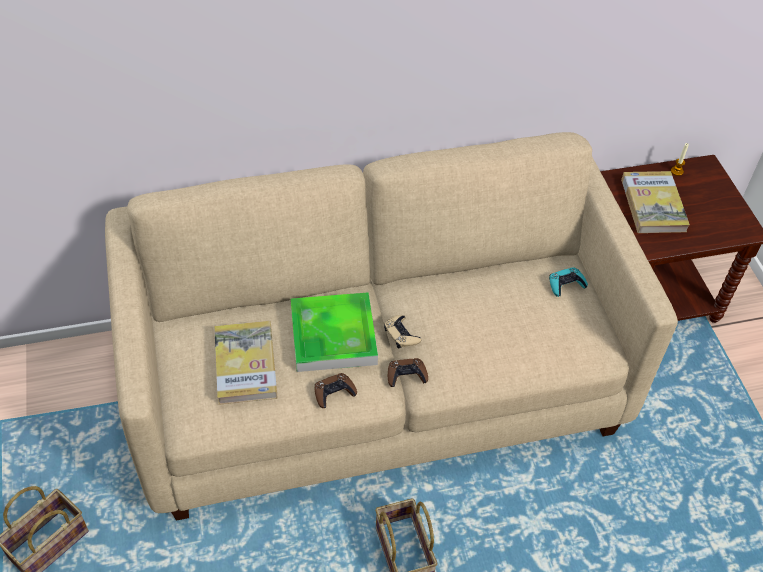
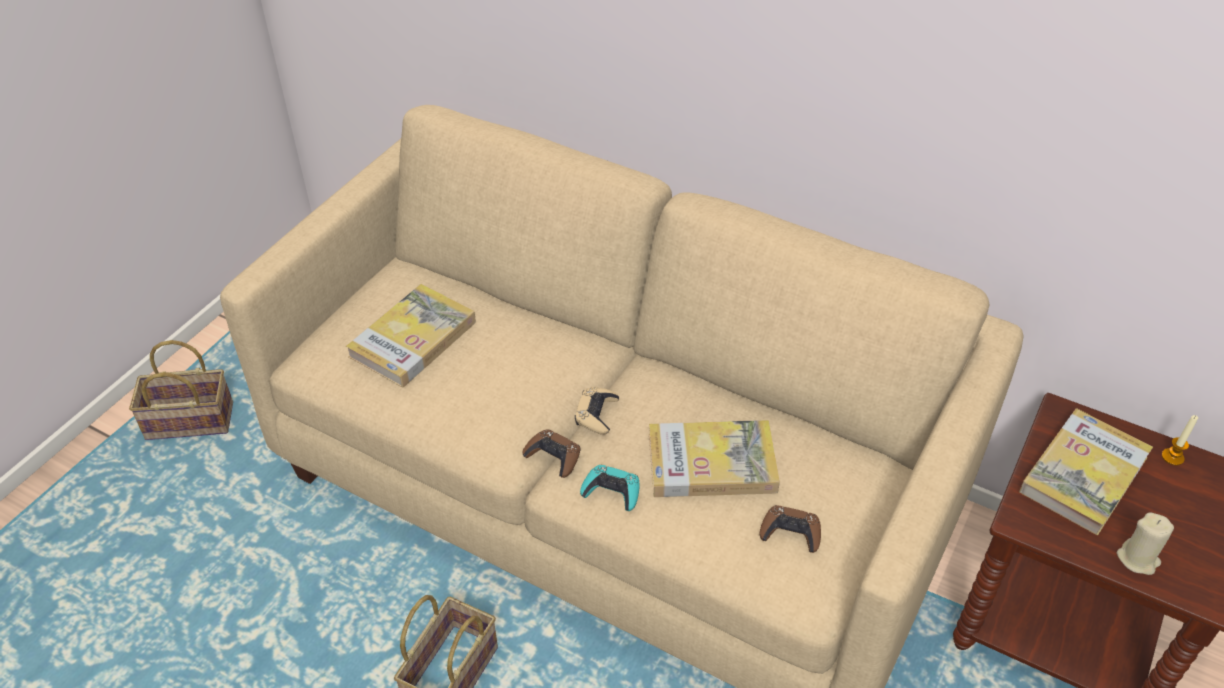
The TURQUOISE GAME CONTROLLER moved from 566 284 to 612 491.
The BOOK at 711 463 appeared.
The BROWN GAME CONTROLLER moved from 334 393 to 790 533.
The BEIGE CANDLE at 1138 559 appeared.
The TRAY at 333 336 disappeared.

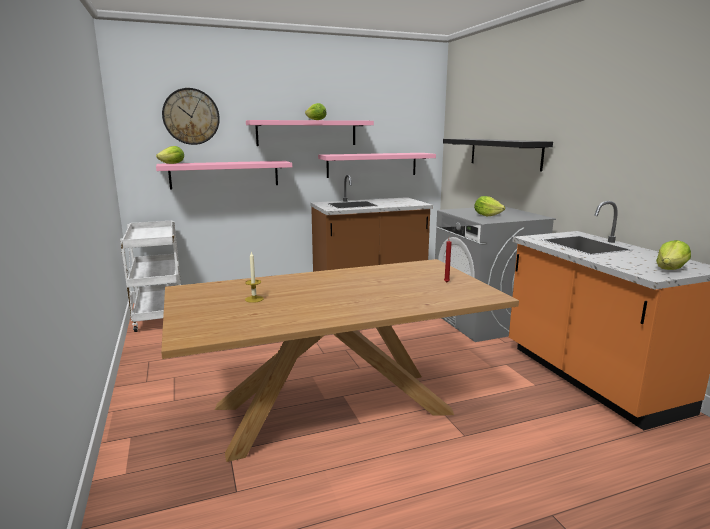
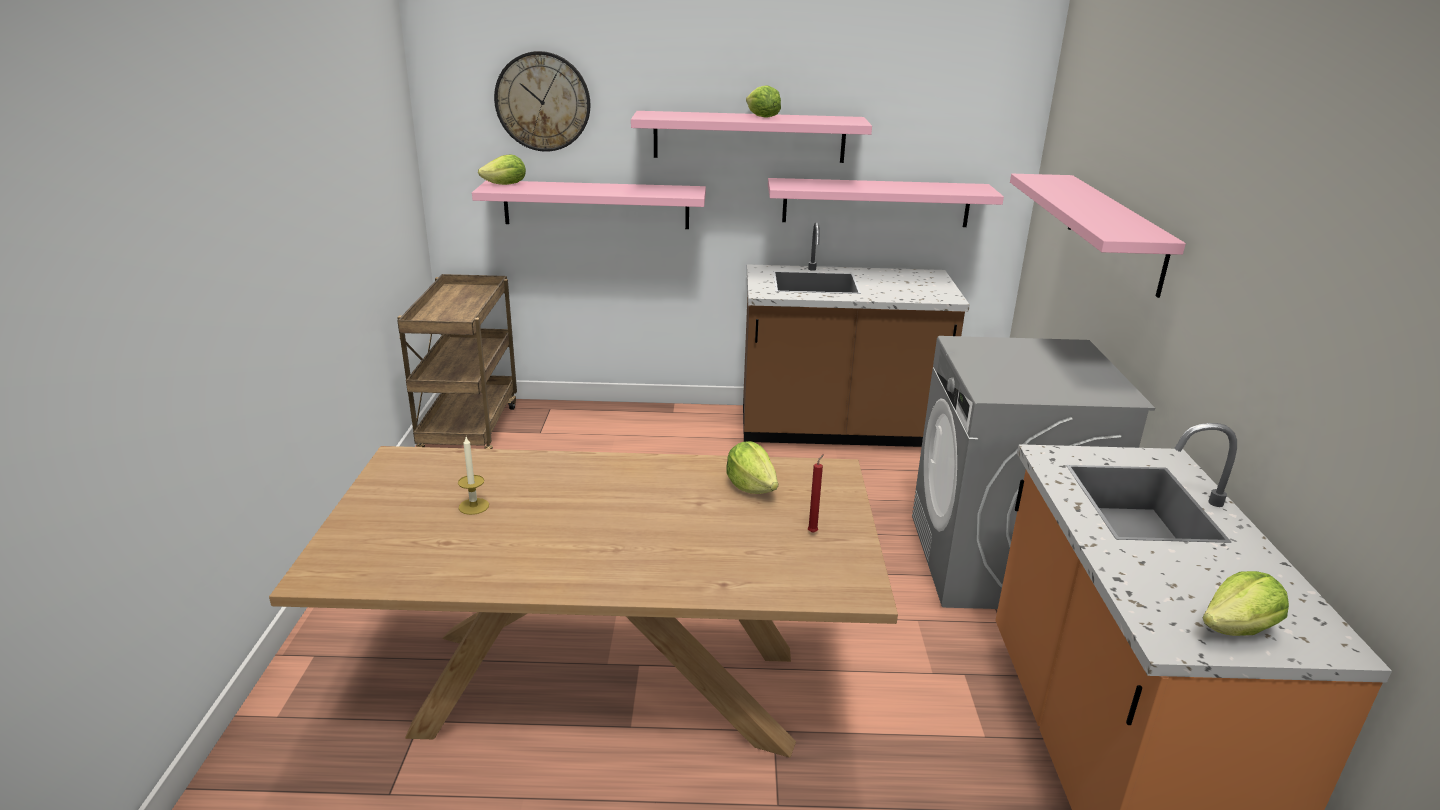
The WHITE CART at 158 315 became the BROWN CART at 469 429.
The LETTUCE moved from 487 215 to 751 486.
The BLACK SHELF at 504 153 became the PINK SHELF at 1115 232.

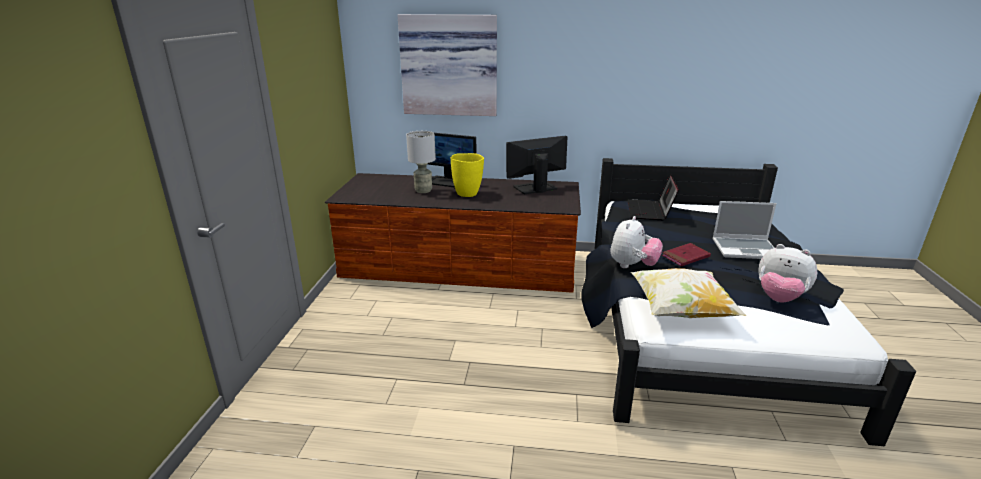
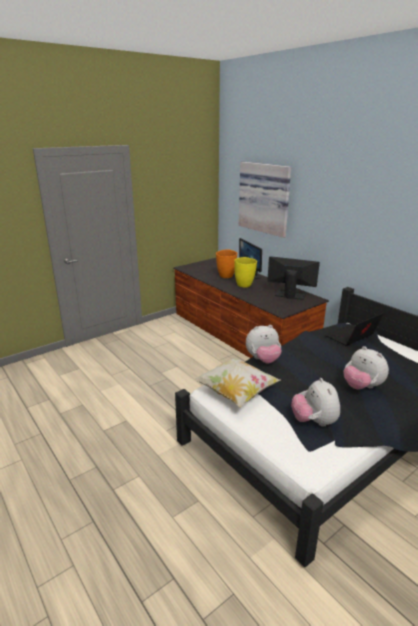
The GREY TABLE LAMP at 423 190 was replaced by the ORANGE VASE at 226 276.
The LAPTOP at 745 249 was replaced by the PLUSH TOY at 362 386.
The RED BOOK at 685 257 disappeared.

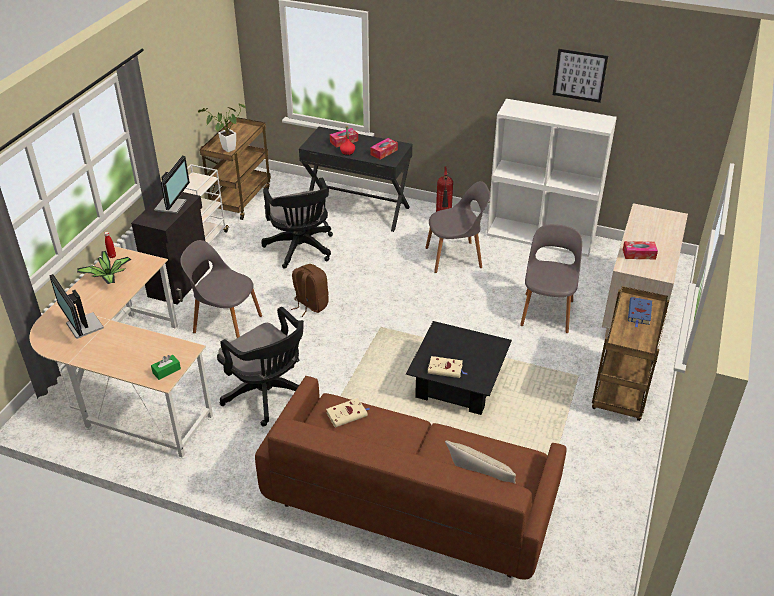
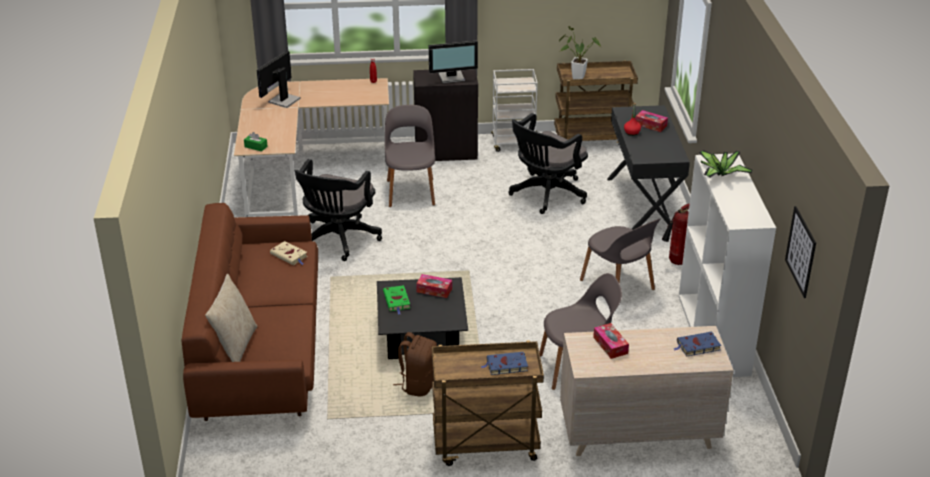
The BEIGE BOOK at 446 369 became the GREEN BOOK at 397 301.
The BROWN BACKPACK moved from 310 305 to 418 384.
The TISSUE BOX moved from 384 152 to 434 290.
The BLUE BOOK at 697 346 appeared.
The POTTED PLANT moved from 108 277 to 720 175.
The PICTURE moved from 579 75 to 800 251.

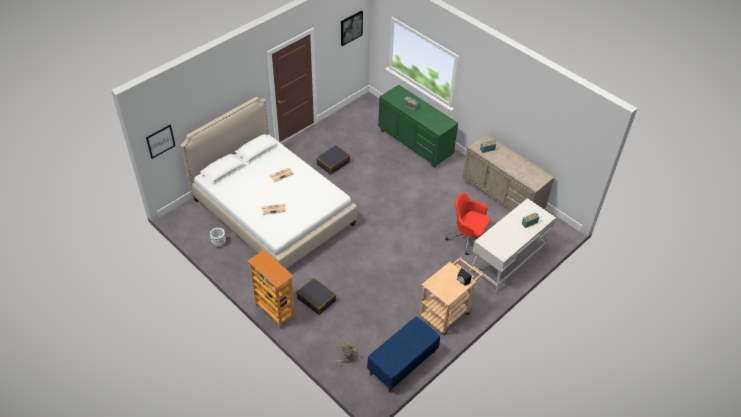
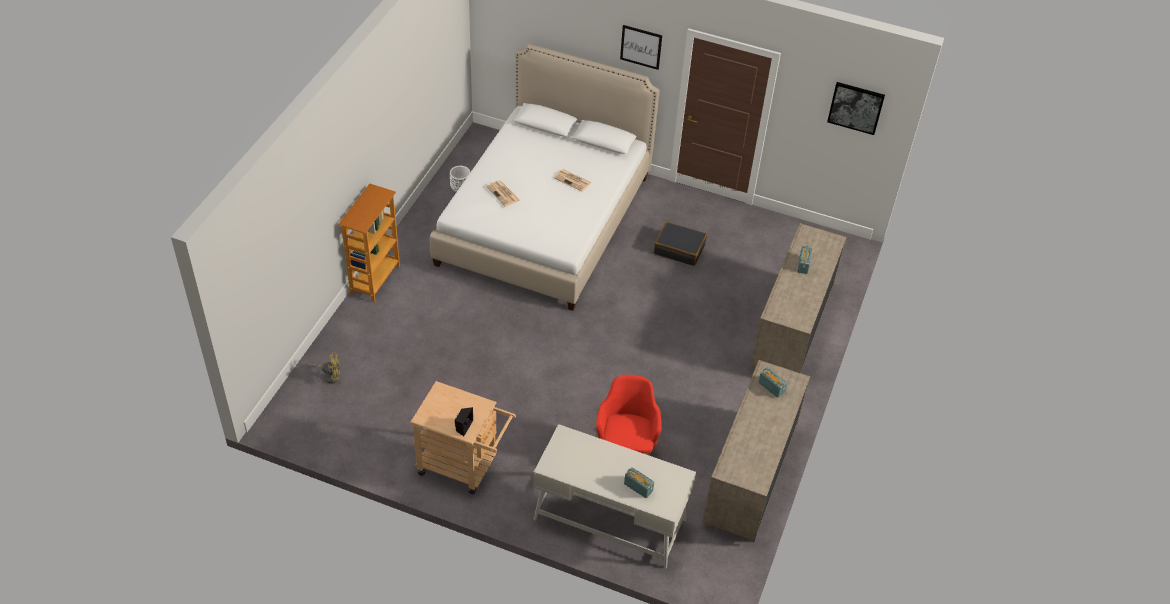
The PICTURE moved from 160 141 to 641 47.
The GREEN DRESSER at 415 143 became the BEIGE DRESSER at 791 330.
The BLACK SUITCASE at 316 299 disappeared.
The BLUE BENCH at 402 363 disappeared.

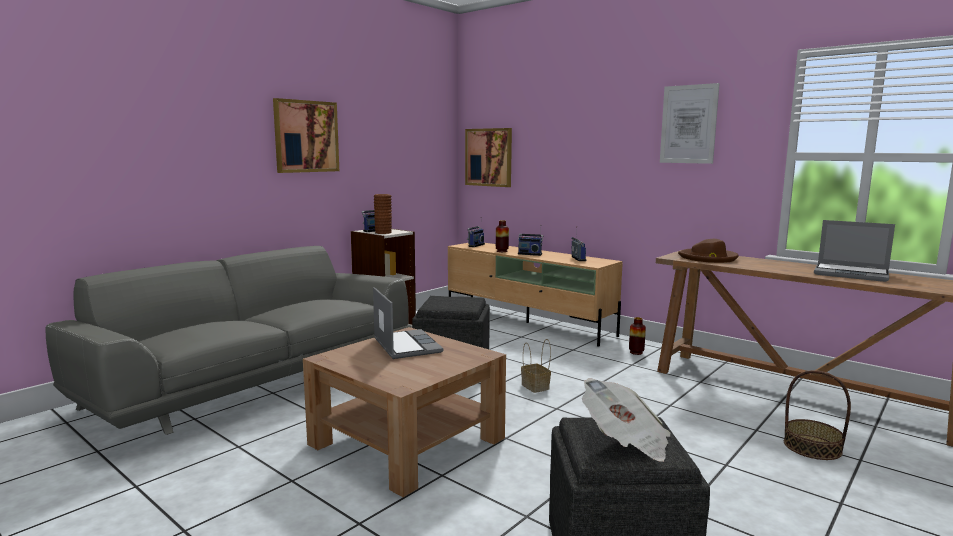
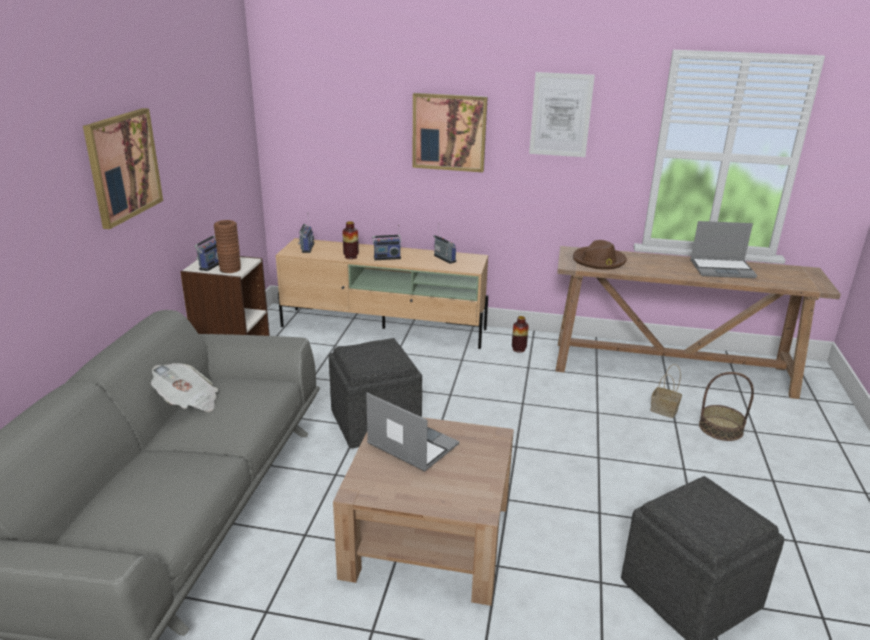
The NEWSPAPER moved from 626 441 to 188 402.
The PICTURE moved from 489 157 to 449 132.
The BASKET moved from 536 387 to 665 410.

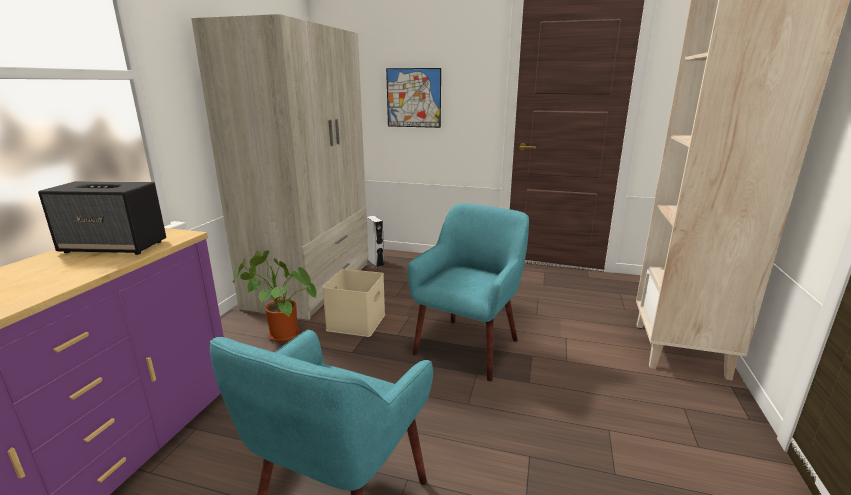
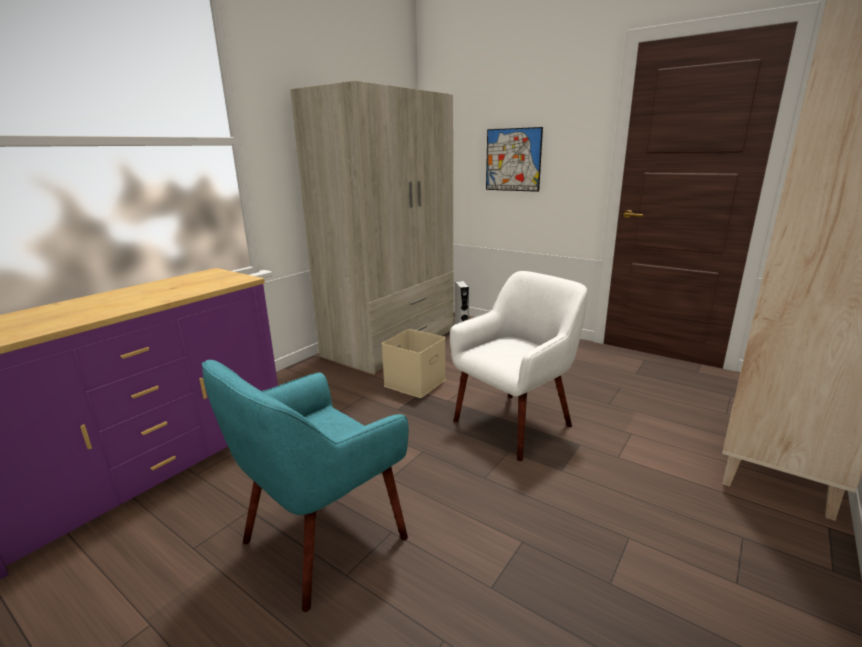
The TURQUOISE ARMCHAIR at 468 346 became the WHITE ARMCHAIR at 514 423.
The SPEAKER at 115 247 disappeared.
The POTTED PLANT at 280 335 disappeared.

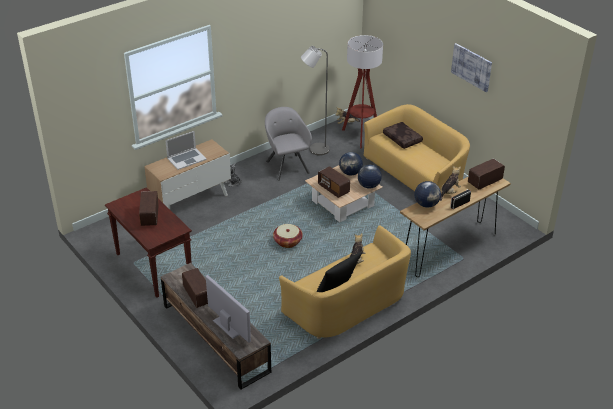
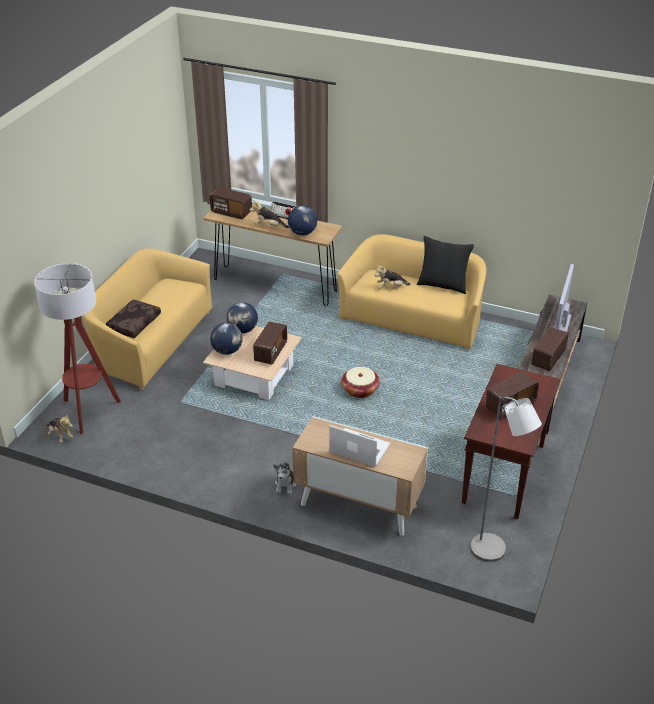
The GREY FLOOR LAMP moved from 315 150 to 493 552.
The GREY ARMCHAIR at 286 166 disappeared.
The PICTURE at 471 67 disappeared.

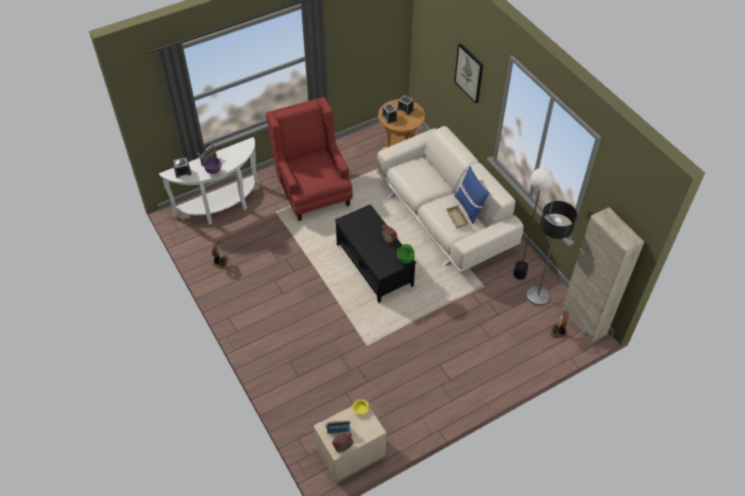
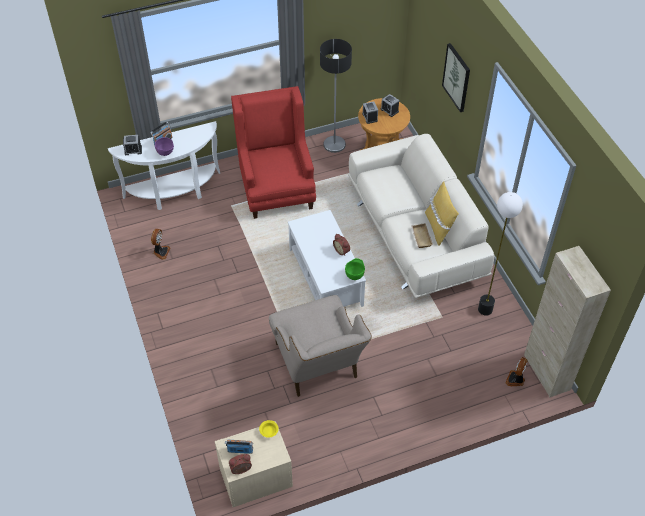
The BEIGE ARMCHAIR at 319 368 appeared.
The BLACK COFFEE TABLE at 375 264 became the WHITE COFFEE TABLE at 326 277.
The FLOOR LAMP moved from 537 295 to 334 144.
The BLUE PILLOW at 469 207 became the YELLOW PILLOW at 438 227.

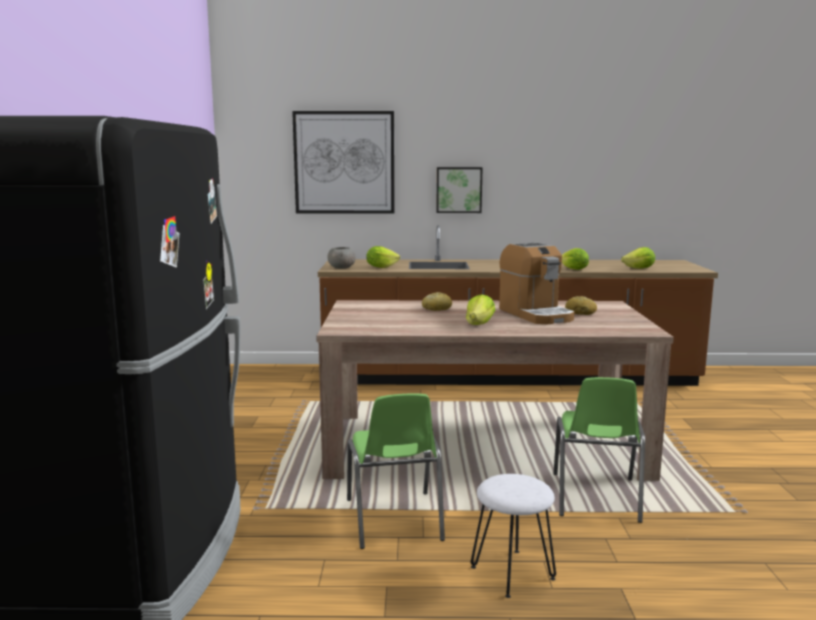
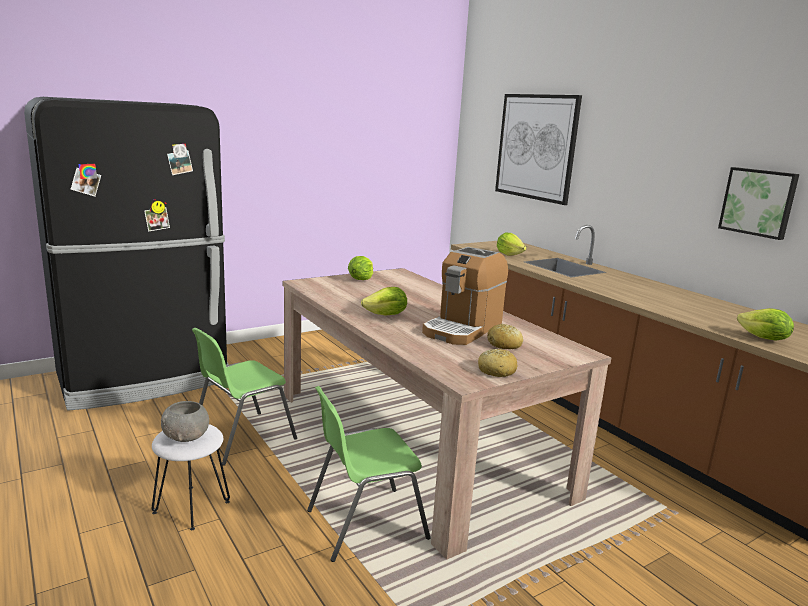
The GREY BOWL moved from 341 268 to 186 437.
The LETTUCE moved from 574 269 to 361 279.
The BREAD moved from 436 308 to 496 371.
The PICTURE moved from 459 190 to 758 202.

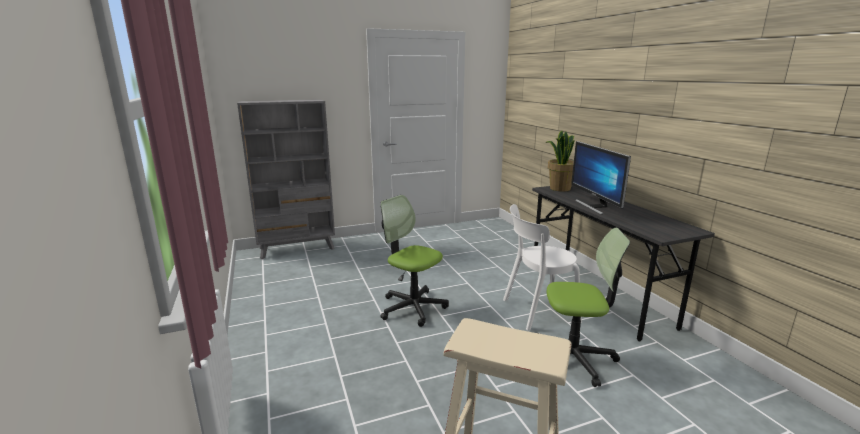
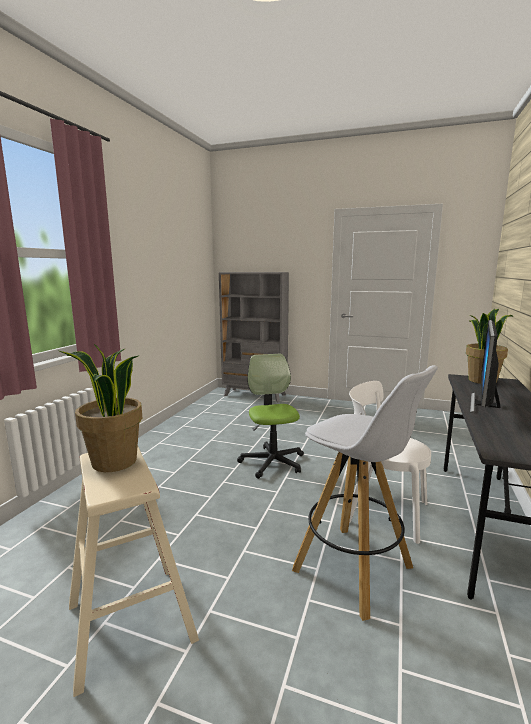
The POTTED PLANT at 114 462 appeared.
The OFFICE CHAIR at 574 358 was replaced by the WHITE STOOL at 355 569.

